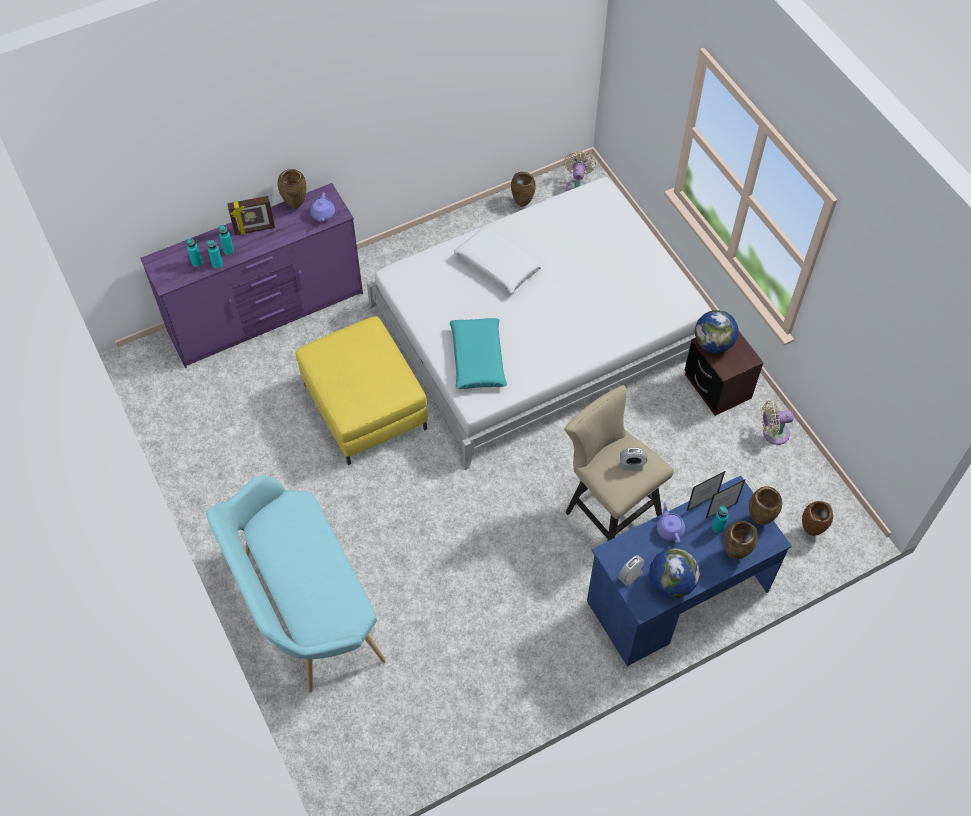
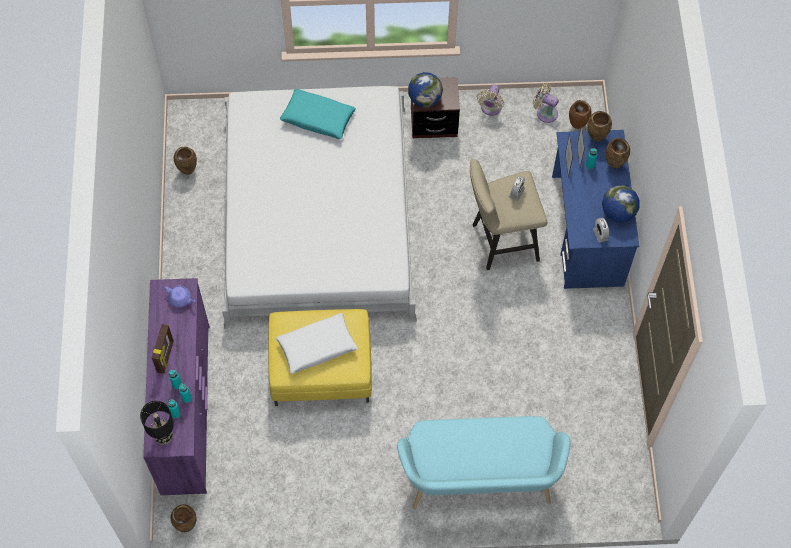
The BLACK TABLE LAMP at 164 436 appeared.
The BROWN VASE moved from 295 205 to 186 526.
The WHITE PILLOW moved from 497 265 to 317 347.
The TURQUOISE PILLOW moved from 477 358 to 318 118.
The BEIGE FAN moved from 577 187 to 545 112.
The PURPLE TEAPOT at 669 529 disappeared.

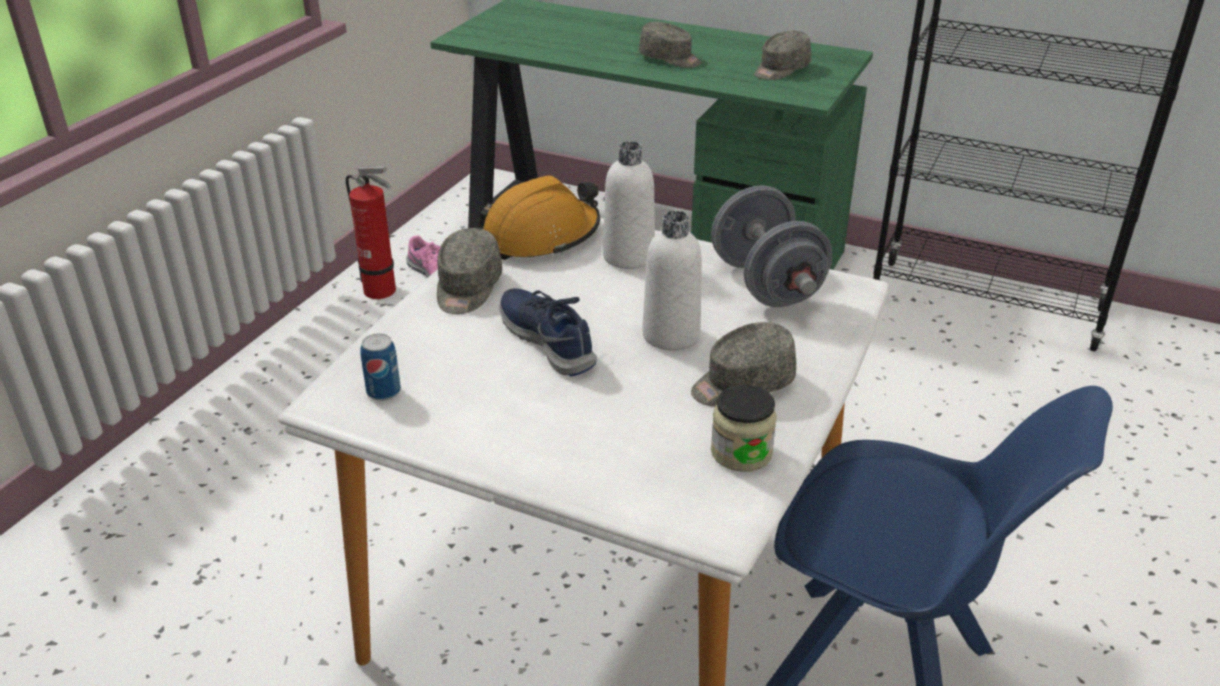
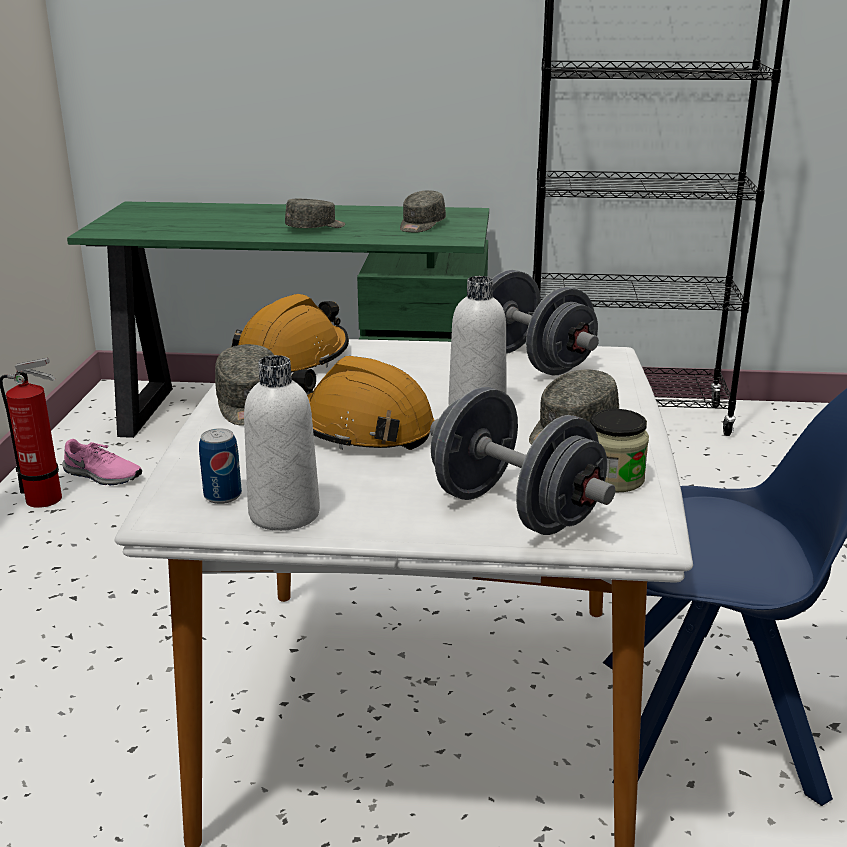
The WHITE BOTTLE moved from 628 257 to 284 514.
The GREY CAP at 670 59 turned 45 degrees counterclockwise.
The BLUE SHOE at 548 339 was replaced by the ORANGE HARD HAT at 363 429.
The GREY DUMBBELL at 515 510 appeared.

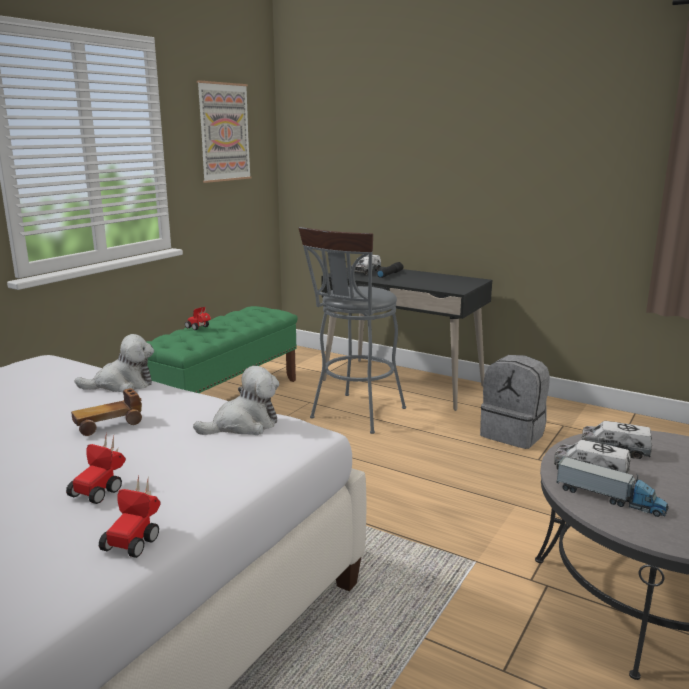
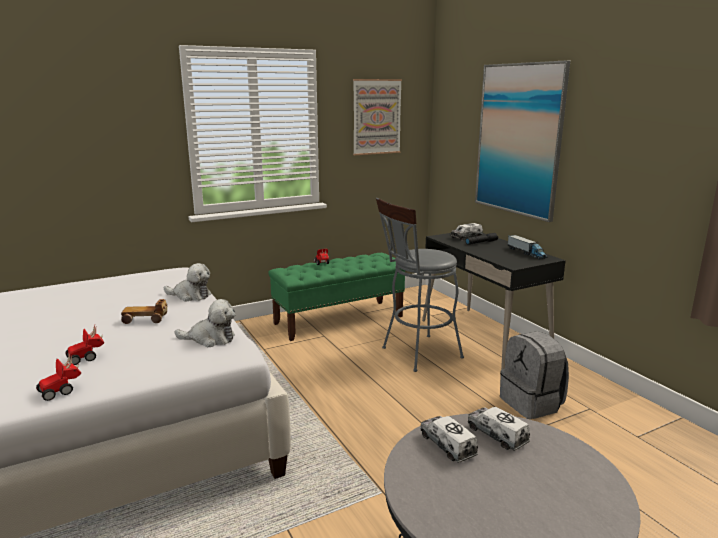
The PICTURE at 518 140 appeared.
The TOY TRUCK moved from 609 498 to 526 253.

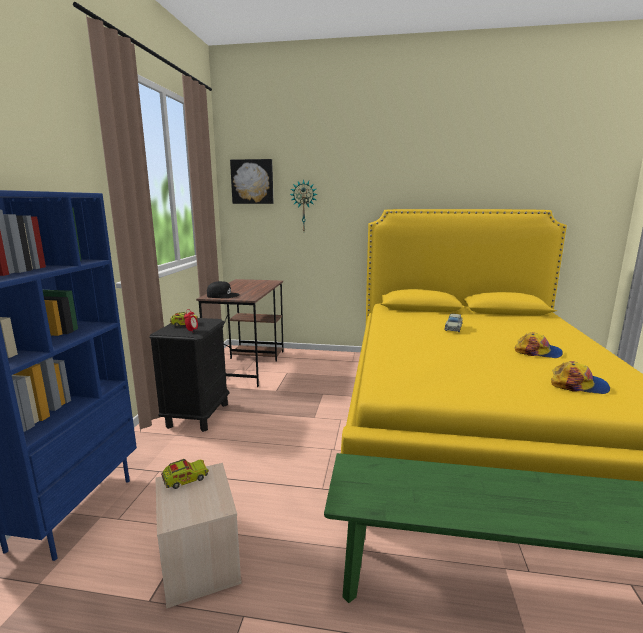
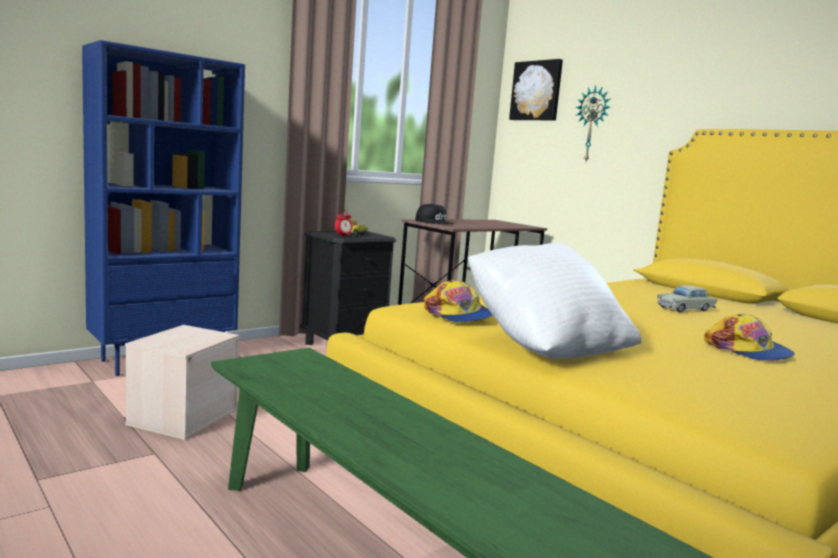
The CAP moved from 578 385 to 457 315.
The WHITE PILLOW at 546 347 appeared.
The TOY TRUCK at 185 479 disappeared.

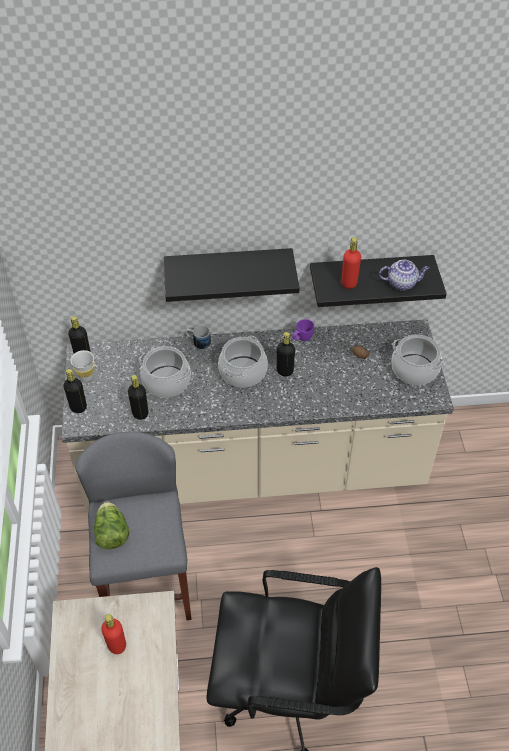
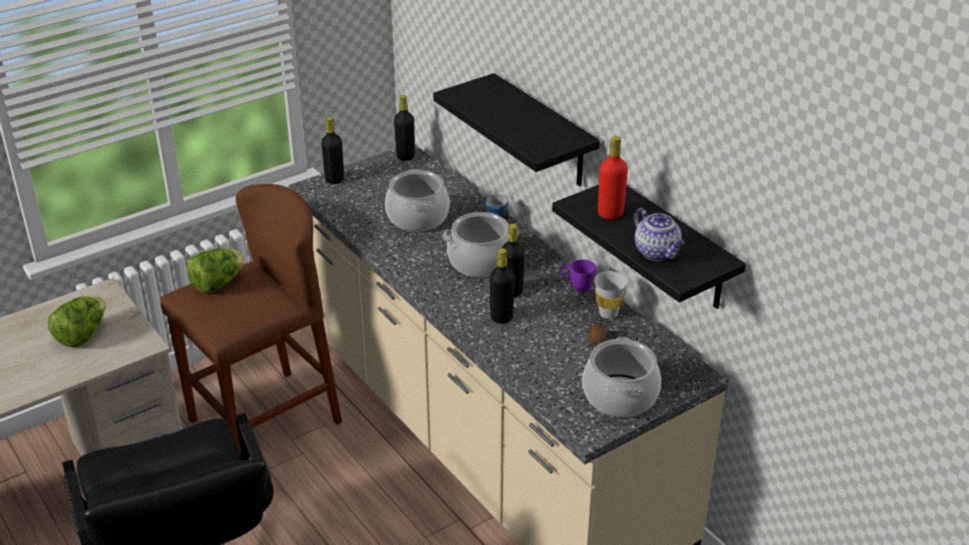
The RED BOTTLE at 117 645 was replaced by the LETTUCE at 82 335.
The GREY STOOL at 147 583 became the BROWN STOOL at 264 421.
The BLACK BOTTLE moved from 140 413 to 501 317.
The WHITE CUP moved from 86 377 to 608 313.

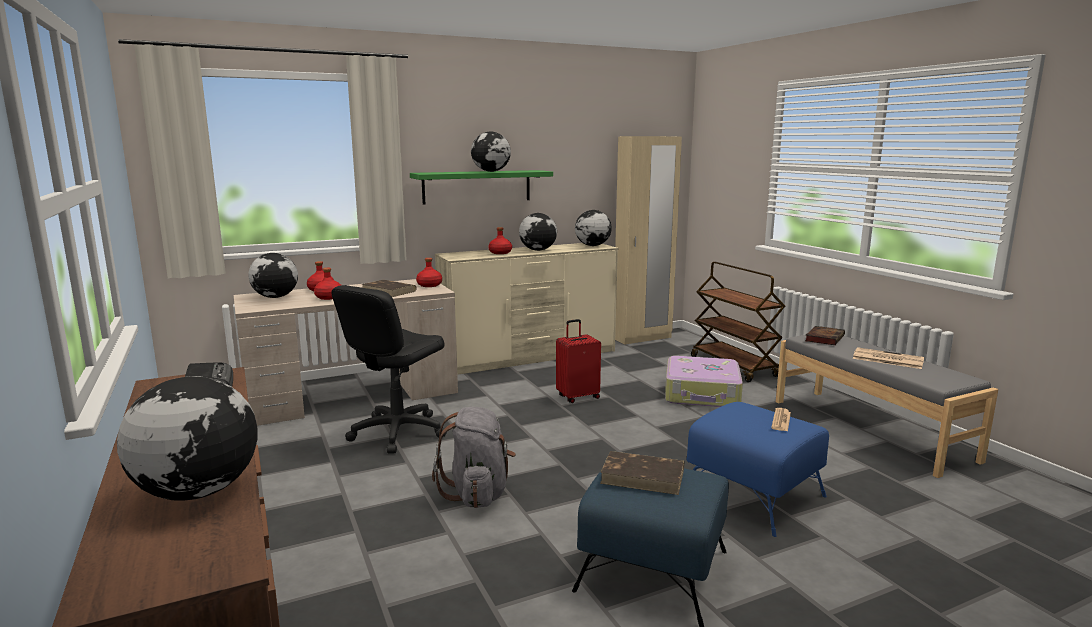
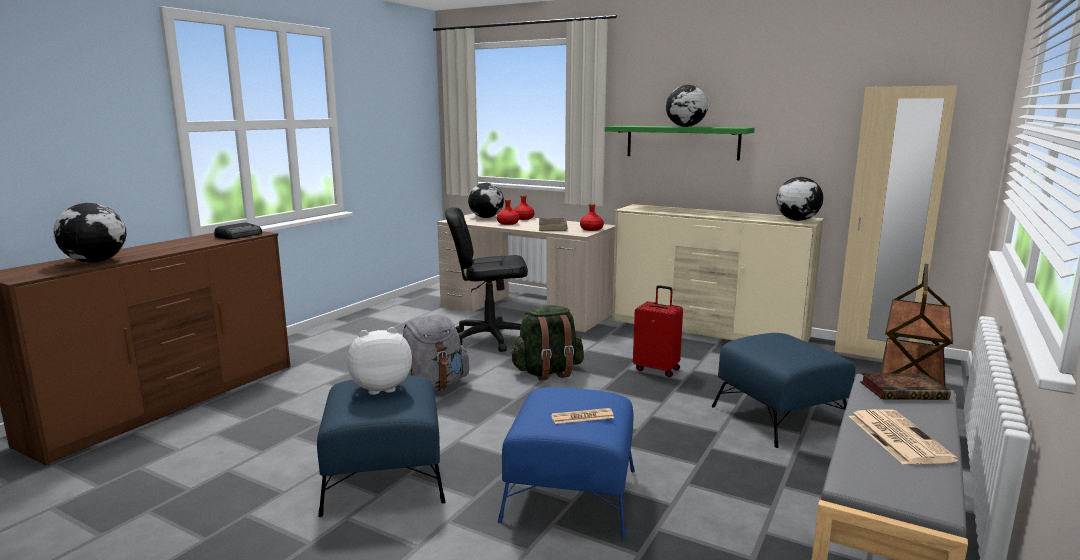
The BROWN BOOK at 643 476 was replaced by the PLUSH TOY at 381 388.
The GREEN BACKPACK at 548 372 appeared.
The SUITCASE at 702 394 was replaced by the BLUE OTTOMAN at 780 417.
The RED BOTTLE at 500 253 disappeared.
The GLOBE at 538 250 disappeared.

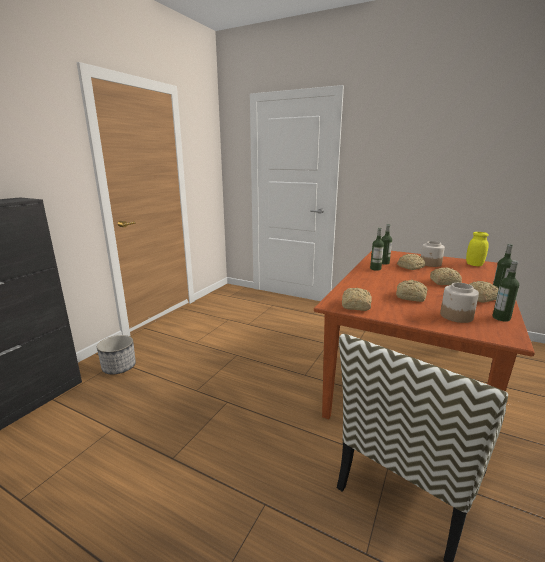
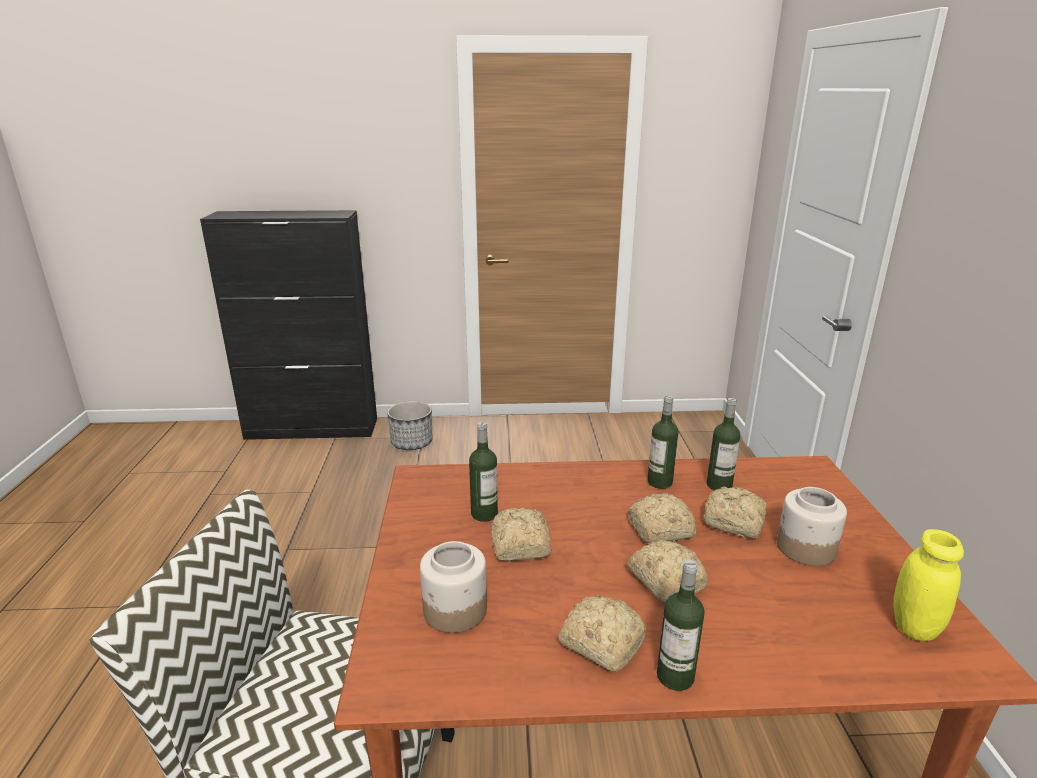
The BOTTLE moved from 501 318 to 484 514.
The BREAD moved from 355 306 to 658 529.

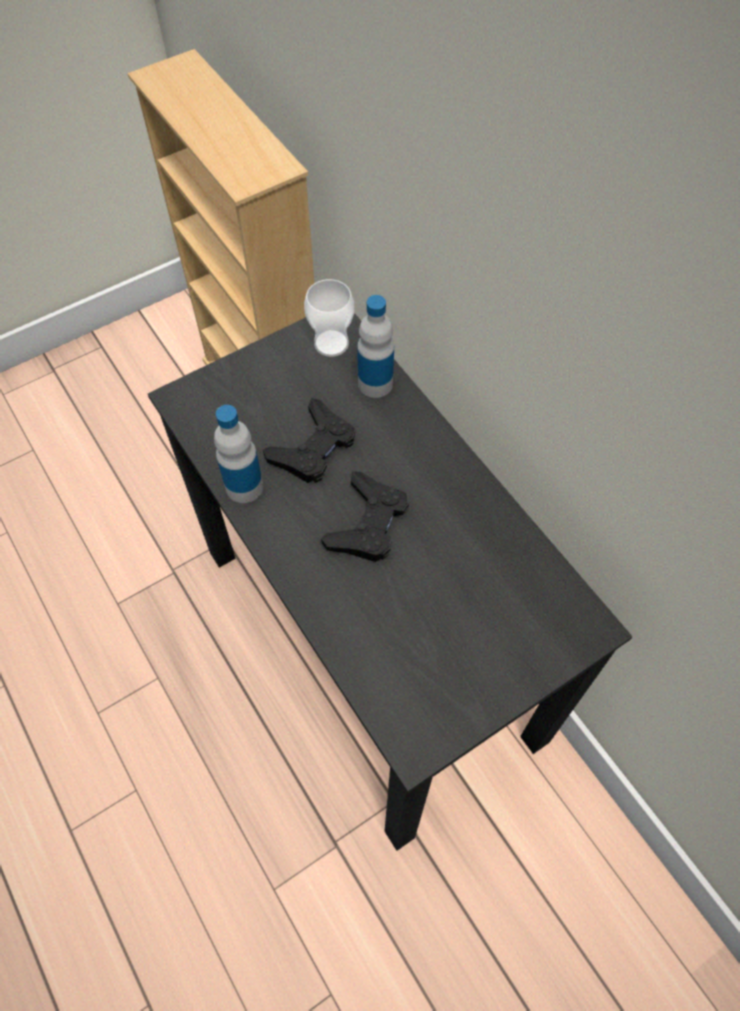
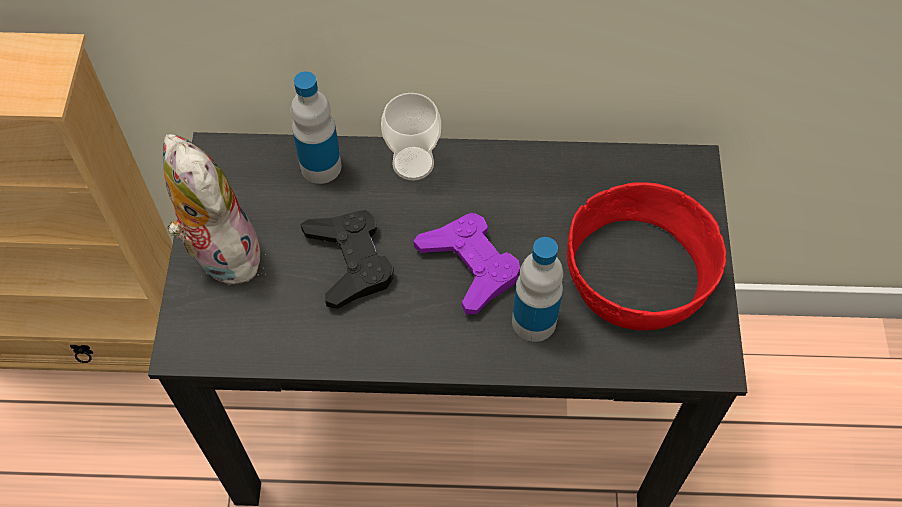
The PLUSH TOY at 219 251 appeared.
The CUP moved from 331 343 to 413 163.
The BLACK GAME CONTROLLER at 368 523 became the PURPLE GAME CONTROLLER at 470 266.
The BOTTLE moved from 244 487 to 534 321.
The RED BOWL at 640 274 appeared.

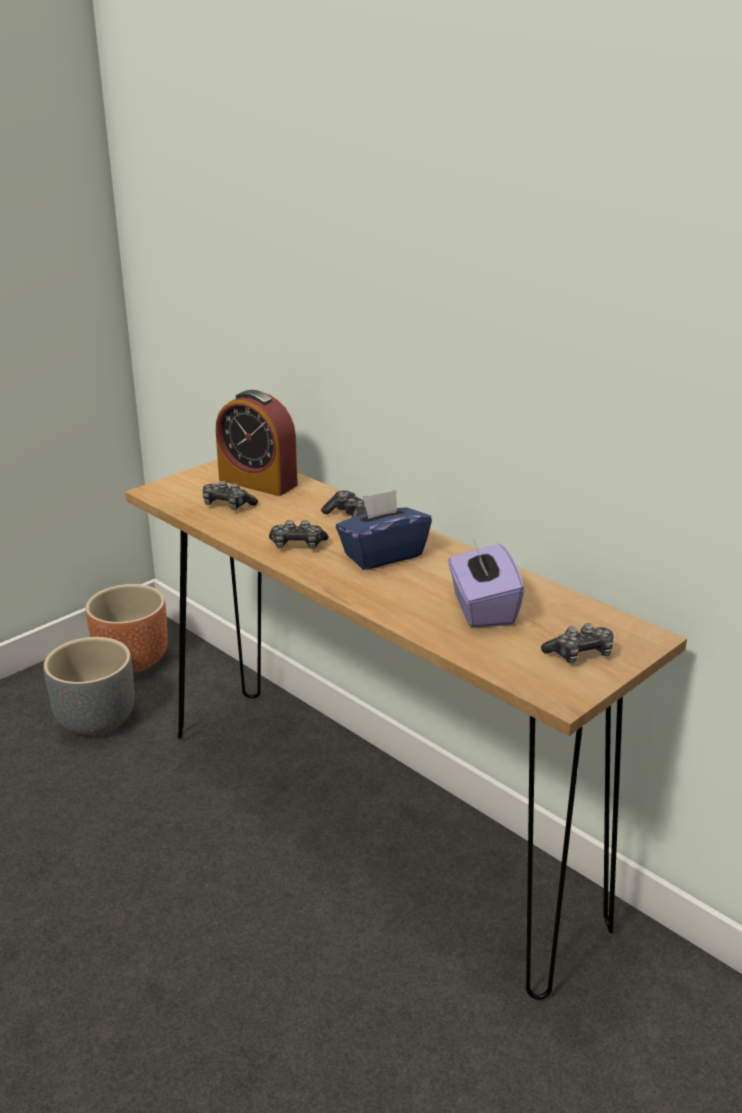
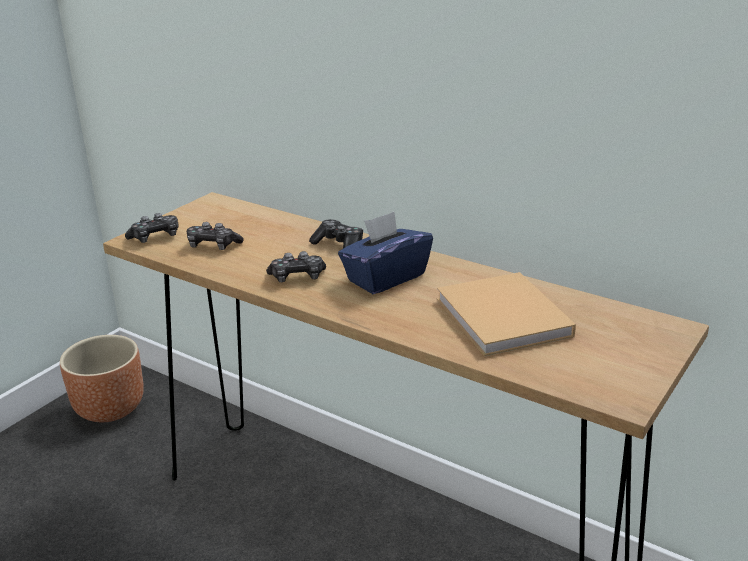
The GAME CONTROLLER moved from 580 654 to 155 237.
The PURPLE TISSUE BOX at 482 609 was replaced by the BEIGE BOOK at 504 319.
The GREY PLANTER at 97 720 disappeared.
The ALARM CLOCK at 258 482 disappeared.

